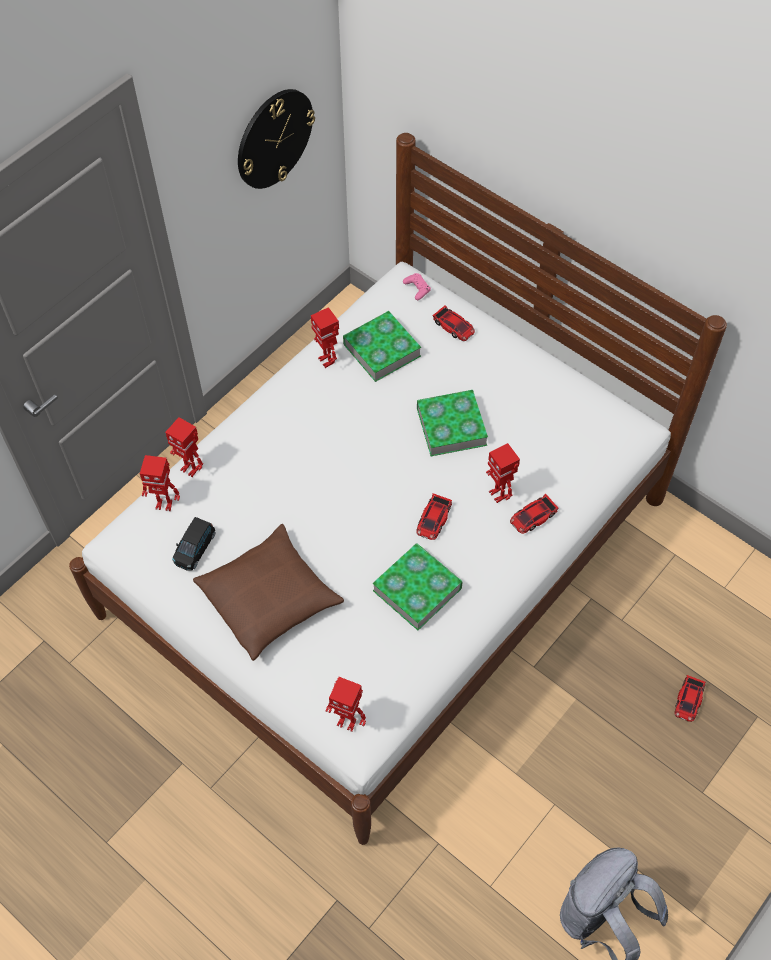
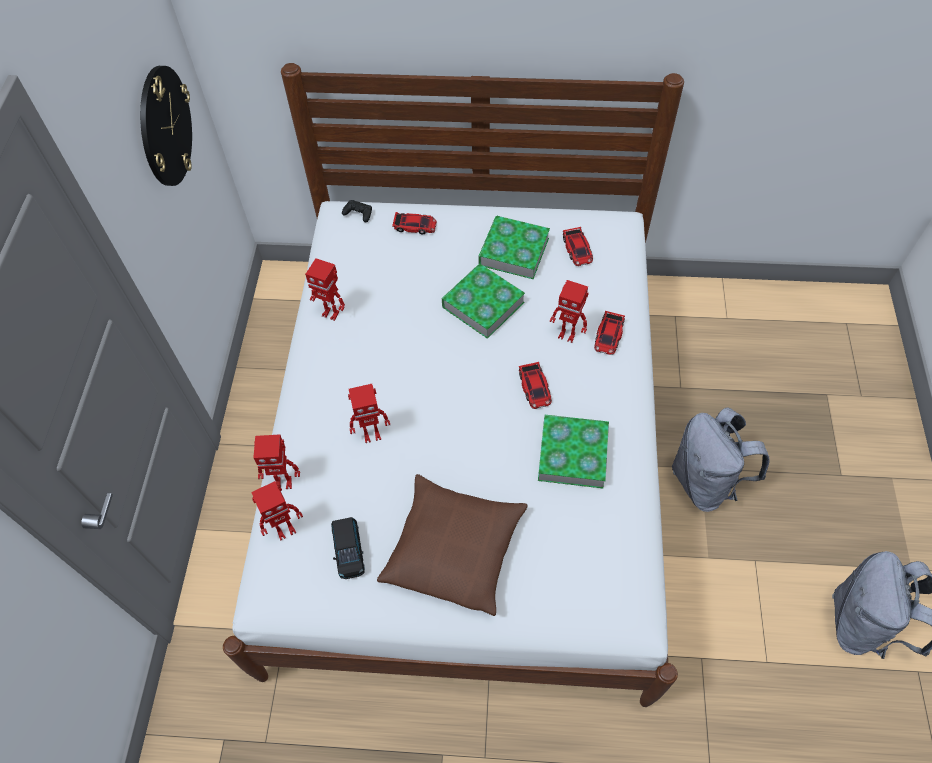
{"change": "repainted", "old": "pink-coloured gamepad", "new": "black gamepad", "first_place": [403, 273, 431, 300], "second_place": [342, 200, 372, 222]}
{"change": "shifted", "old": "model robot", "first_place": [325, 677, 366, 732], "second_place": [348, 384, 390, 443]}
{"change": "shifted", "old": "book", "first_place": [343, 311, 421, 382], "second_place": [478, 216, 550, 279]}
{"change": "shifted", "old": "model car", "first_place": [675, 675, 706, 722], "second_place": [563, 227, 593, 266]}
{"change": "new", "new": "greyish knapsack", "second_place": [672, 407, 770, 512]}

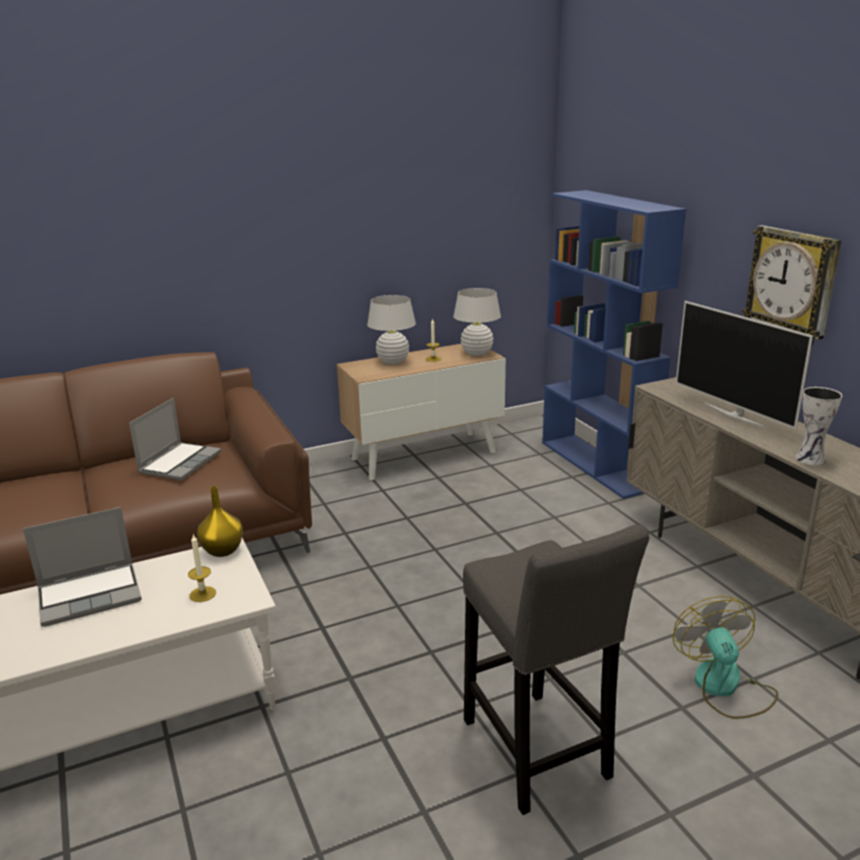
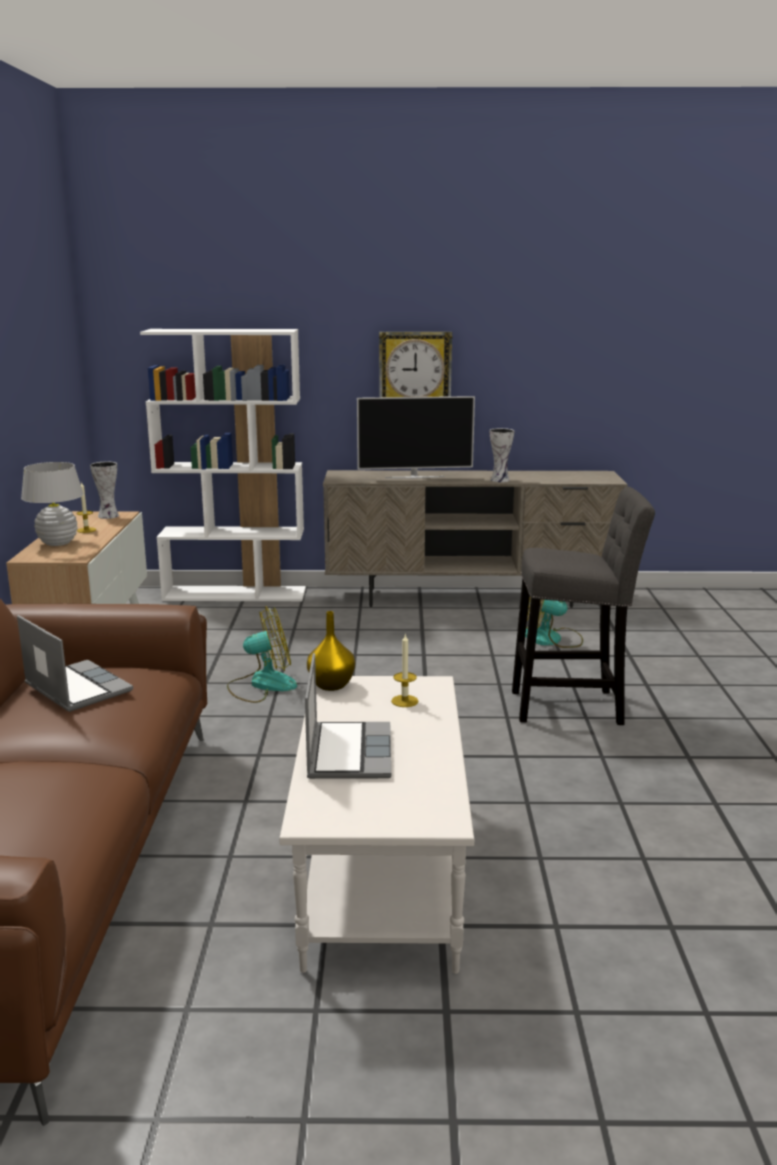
{"change": "swapped", "old": "whitish tabletop lamp", "new": "decorative vase", "first_place": [453, 288, 501, 356], "second_place": [90, 462, 119, 519]}
{"change": "repainted", "old": "bluish bookcase", "new": "whitish bookcase", "first_place": [542, 190, 686, 499], "second_place": [140, 329, 306, 601]}
{"change": "new", "new": "fan", "second_place": [227, 606, 297, 703]}

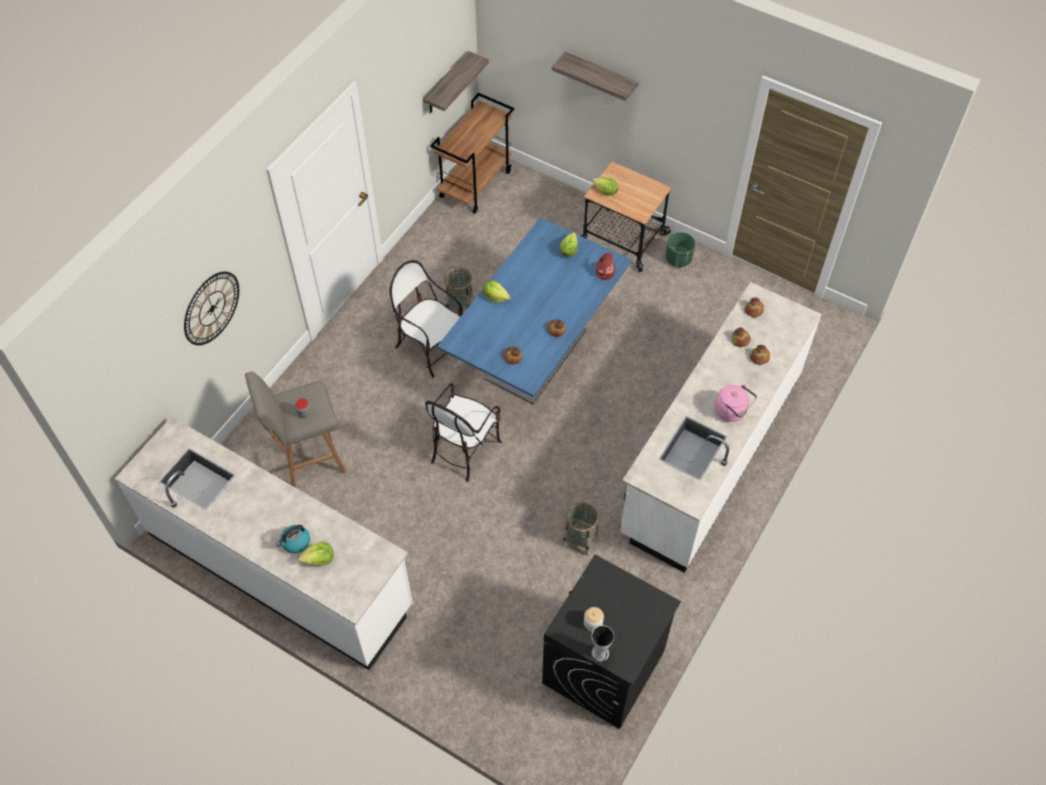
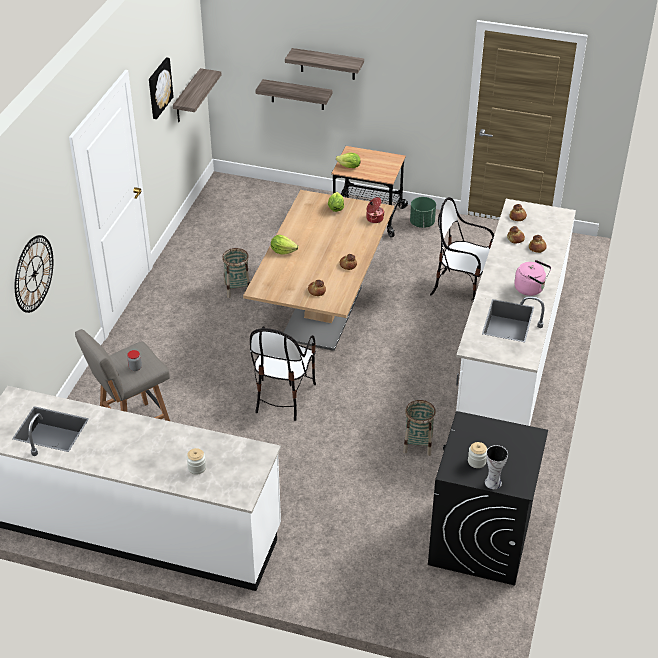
{"change": "new", "new": "wall art", "second_place": [149, 57, 174, 119]}
{"change": "swapped", "old": "head of lettuce", "new": "jar", "first_place": [298, 542, 334, 566], "second_place": [186, 448, 206, 475]}
{"change": "repainted", "old": "bluish kitchen table", "new": "brown kitchen table", "first_place": [437, 218, 632, 404], "second_place": [243, 190, 394, 351]}
{"change": "new", "new": "wall shelf", "second_place": [255, 79, 333, 110]}
{"change": "shifted", "old": "plain chair", "first_place": [390, 260, 463, 378], "second_place": [430, 197, 494, 301]}
{"change": "gone", "old": "water kettle", "first_place": [276, 525, 310, 553]}
{"change": "gone", "old": "brown wheeled cart", "first_place": [430, 93, 514, 213]}

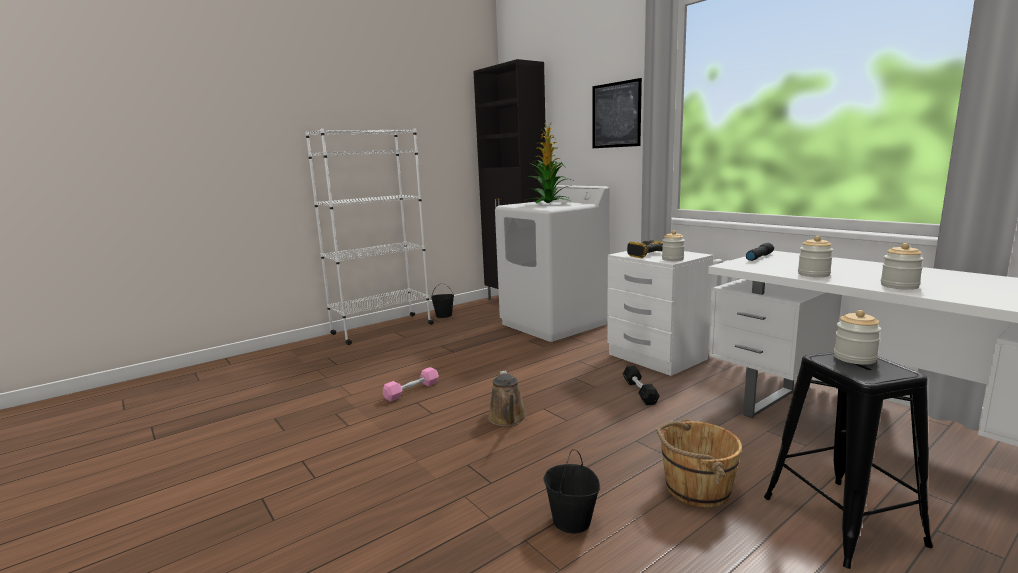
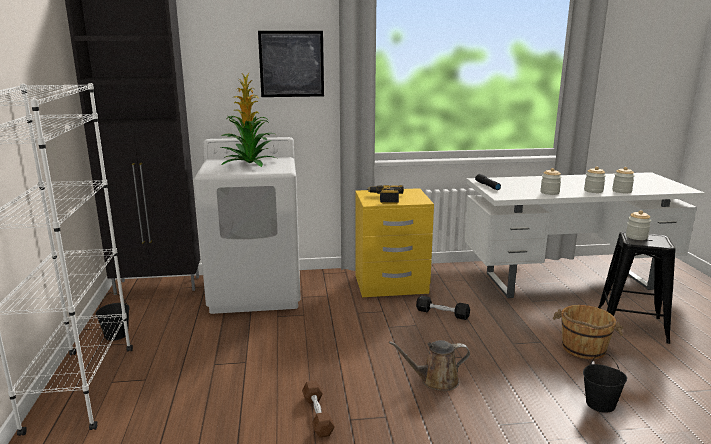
{"change": "repainted", "old": "pink-coloured dumbbell", "new": "brown dumbbell", "first_place": [383, 367, 439, 402], "second_place": [302, 380, 335, 438]}
{"change": "repainted", "old": "whitish nightstand", "new": "yellowish nightstand", "first_place": [607, 251, 713, 376], "second_place": [355, 188, 434, 297]}
{"change": "rotated", "old": "brown watering pot", "first_place": [488, 370, 527, 426], "second_place": [389, 340, 470, 391], "degrees": 150}
{"change": "shifted", "old": "jar", "first_place": [662, 231, 685, 261], "second_place": [612, 167, 635, 193]}

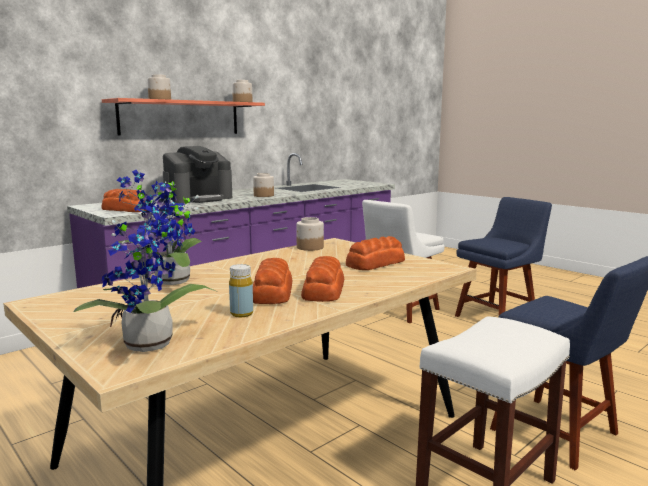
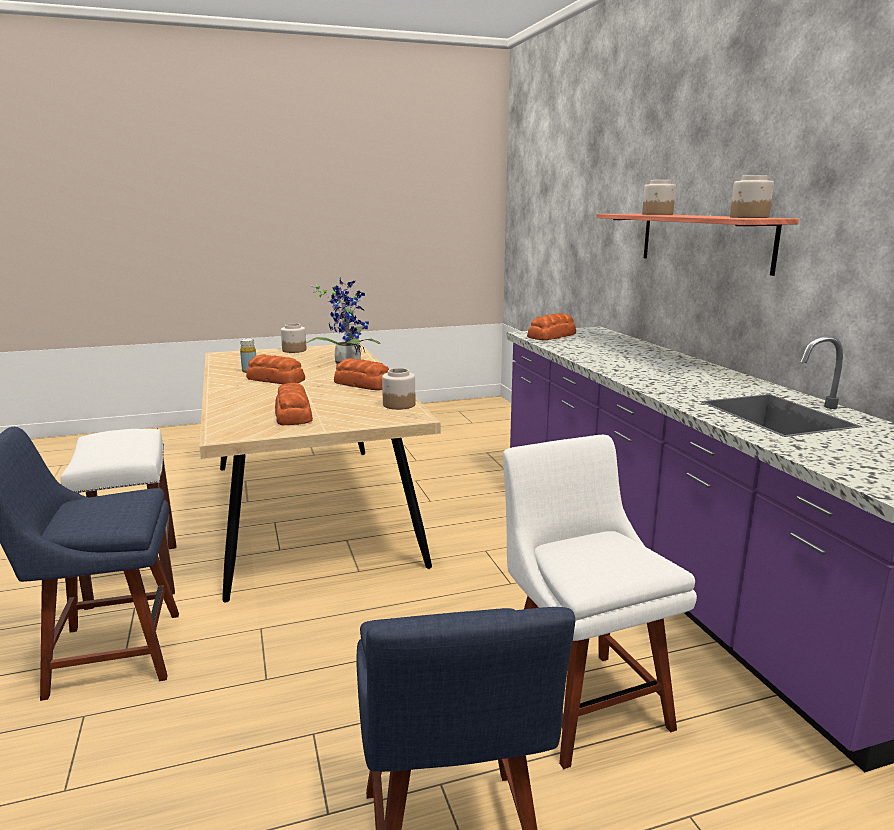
{"change": "shifted", "old": "jar", "first_place": [253, 173, 274, 197], "second_place": [281, 323, 307, 353]}
{"change": "shifted", "old": "baked bread", "first_place": [301, 256, 344, 302], "second_place": [334, 358, 389, 390]}
{"change": "gone", "old": "plant in a pot", "first_place": [74, 190, 217, 352]}
{"change": "gone", "old": "coffee brewer", "first_place": [163, 146, 232, 204]}

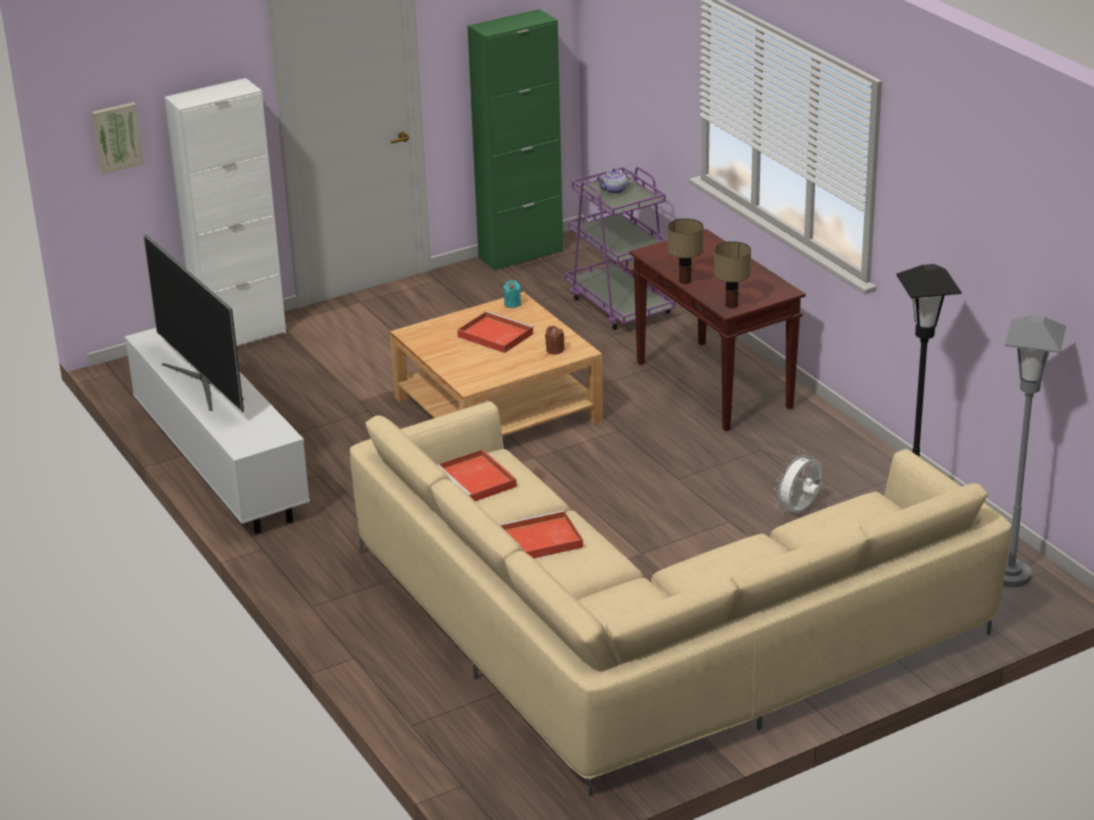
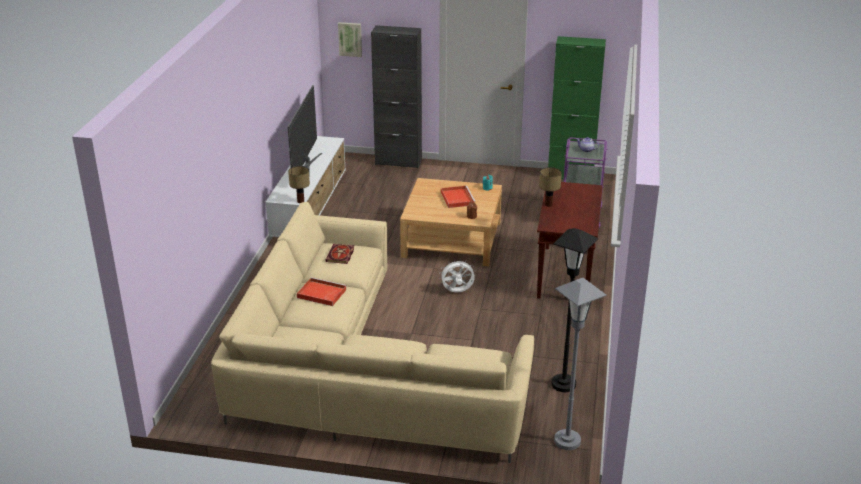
{"change": "shifted", "old": "tabletop lamp", "first_place": [714, 241, 751, 308], "second_place": [288, 166, 310, 203]}
{"change": "swapped", "old": "reddish carrying tray", "new": "book", "first_place": [438, 449, 517, 501], "second_place": [325, 244, 354, 264]}
{"change": "repainted", "old": "whitish cabinet", "new": "black cabinet", "first_place": [164, 78, 286, 346], "second_place": [371, 25, 422, 168]}
{"change": "shifted", "old": "whitish fan", "first_place": [774, 450, 823, 513], "second_place": [439, 259, 476, 293]}

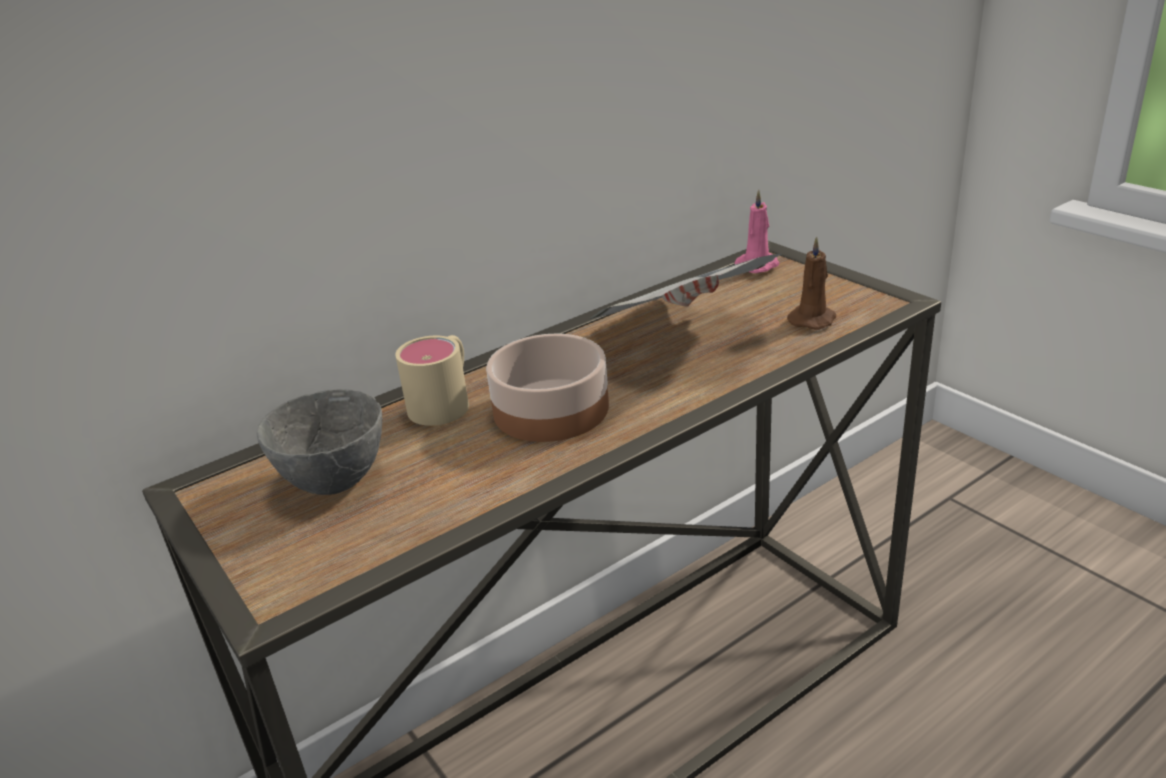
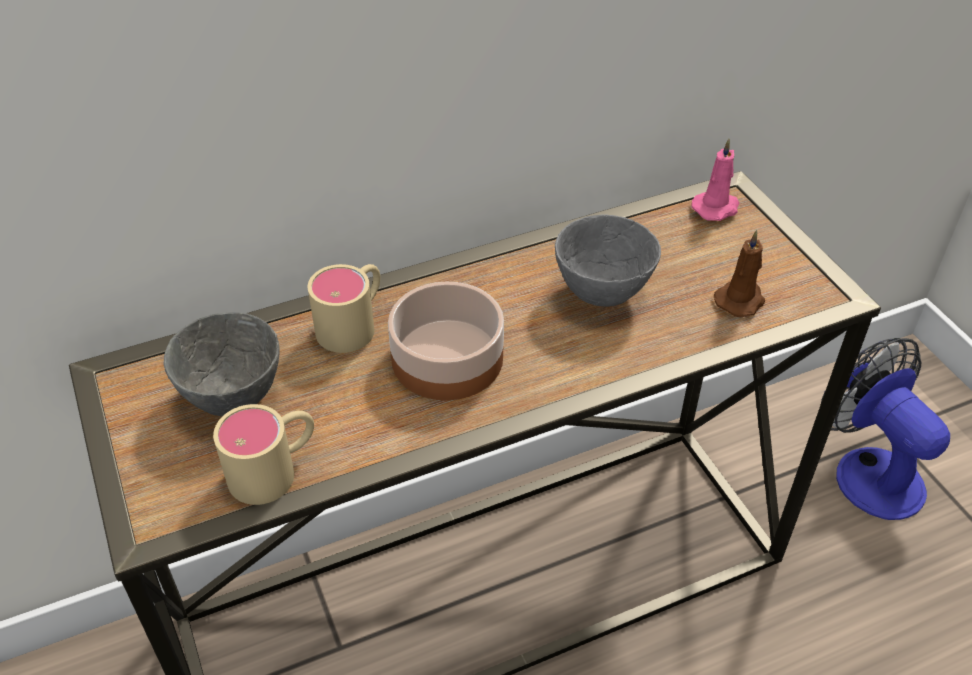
{"change": "new", "new": "beige mug", "second_place": [213, 404, 314, 505]}
{"change": "swapped", "old": "newspaper", "new": "greyish serving bowl", "first_place": [588, 254, 782, 320], "second_place": [555, 215, 661, 307]}
{"change": "new", "new": "fan", "second_place": [821, 338, 950, 520]}

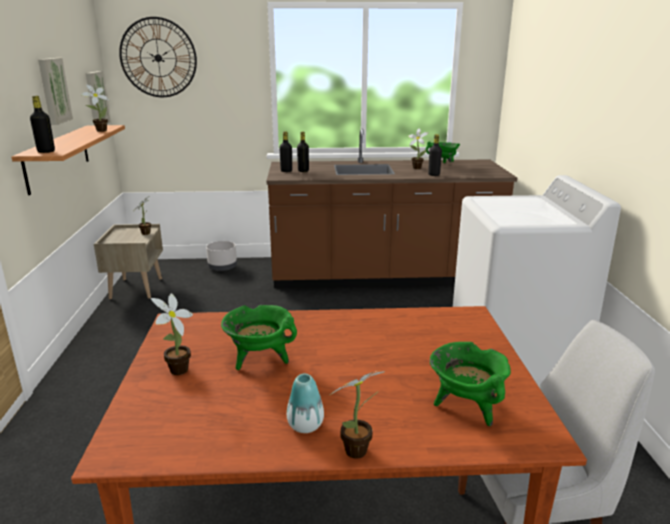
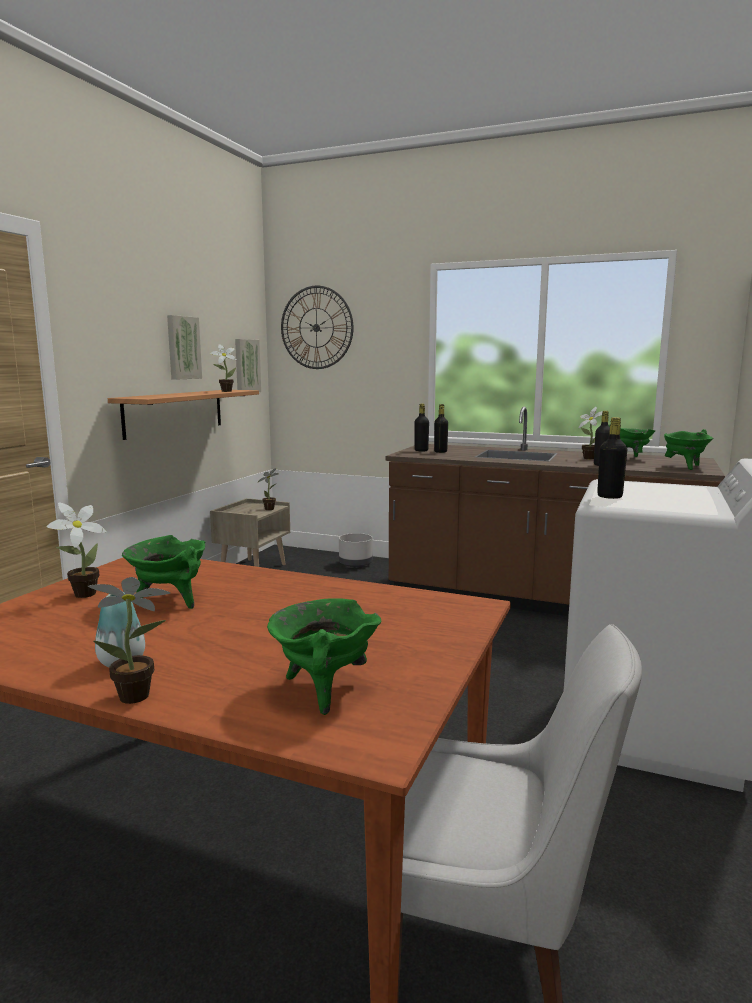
{"change": "shifted", "old": "black bottle", "first_place": [30, 96, 55, 153], "second_place": [597, 417, 627, 499]}
{"change": "new", "new": "green cooking pot", "second_place": [664, 429, 714, 470]}

